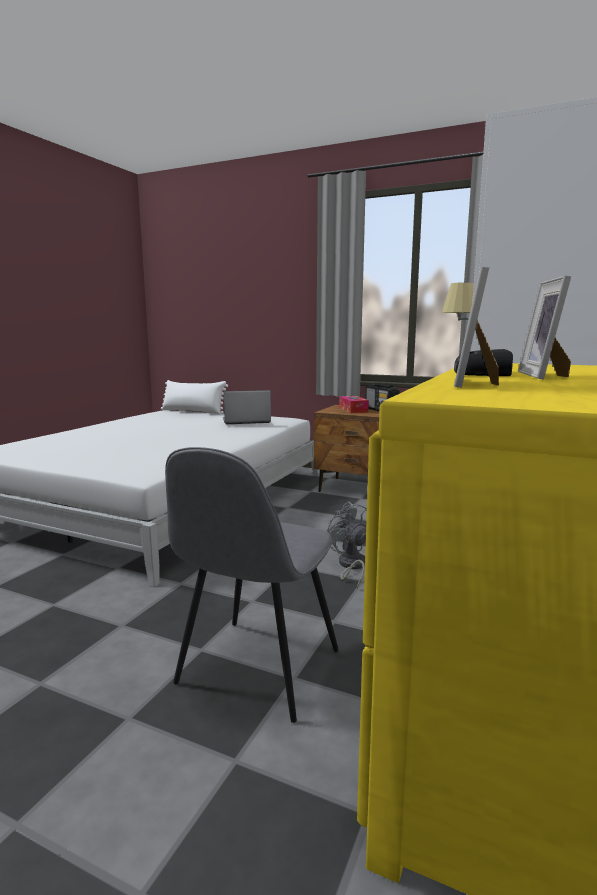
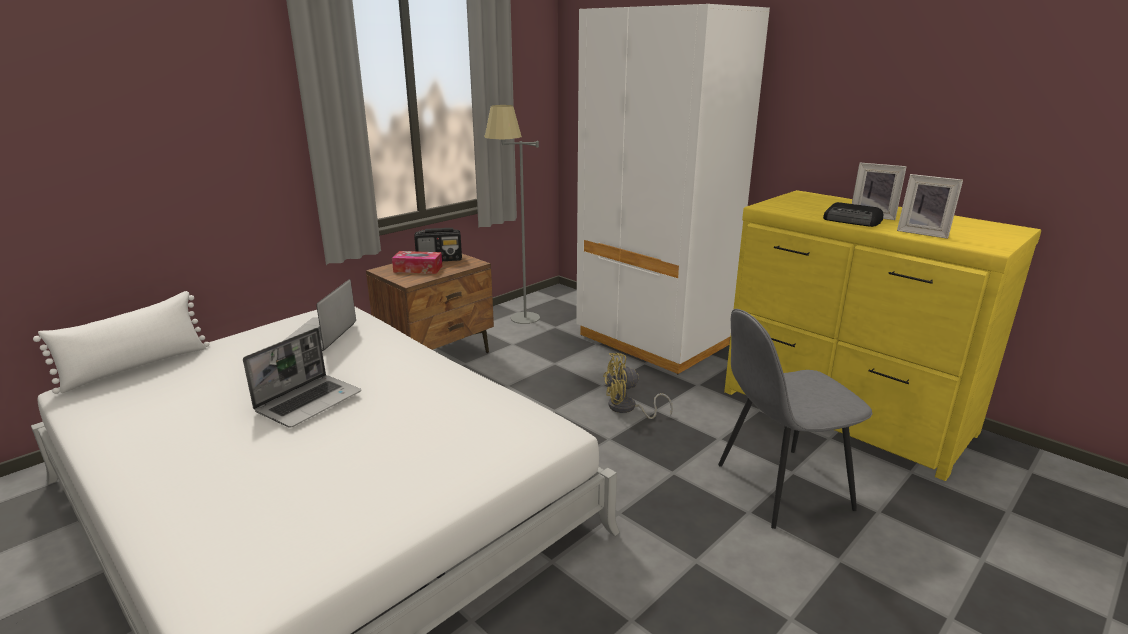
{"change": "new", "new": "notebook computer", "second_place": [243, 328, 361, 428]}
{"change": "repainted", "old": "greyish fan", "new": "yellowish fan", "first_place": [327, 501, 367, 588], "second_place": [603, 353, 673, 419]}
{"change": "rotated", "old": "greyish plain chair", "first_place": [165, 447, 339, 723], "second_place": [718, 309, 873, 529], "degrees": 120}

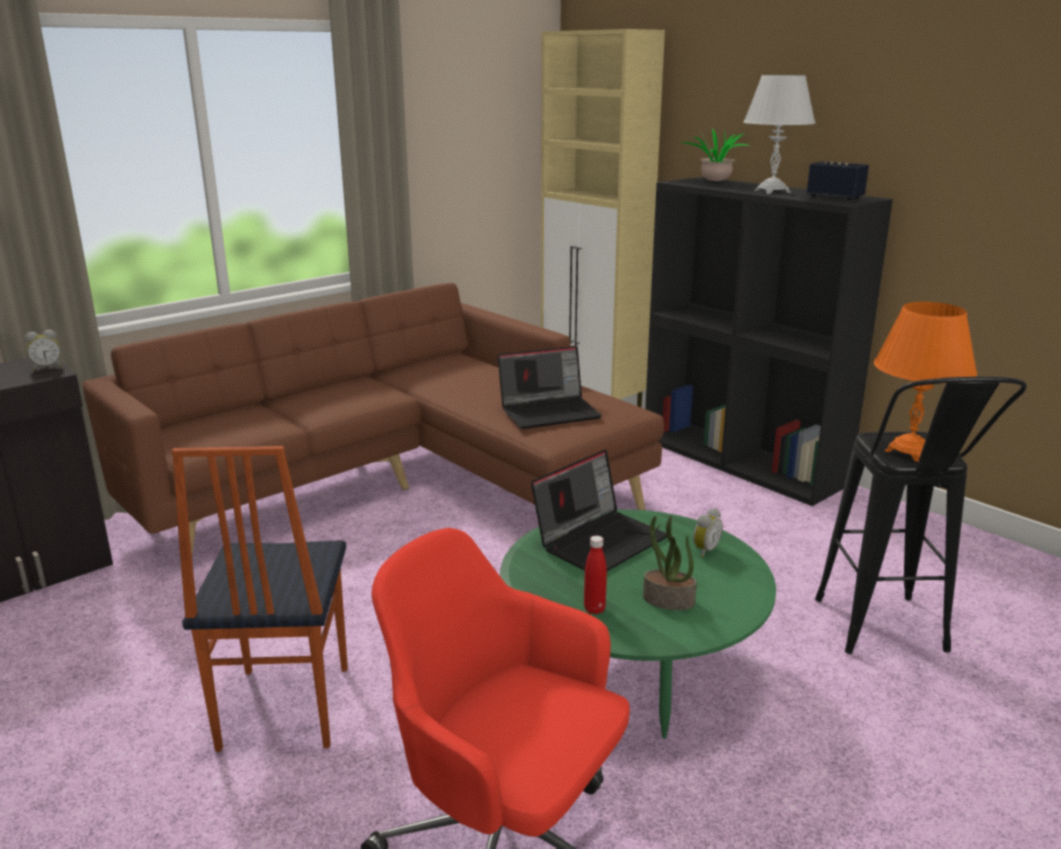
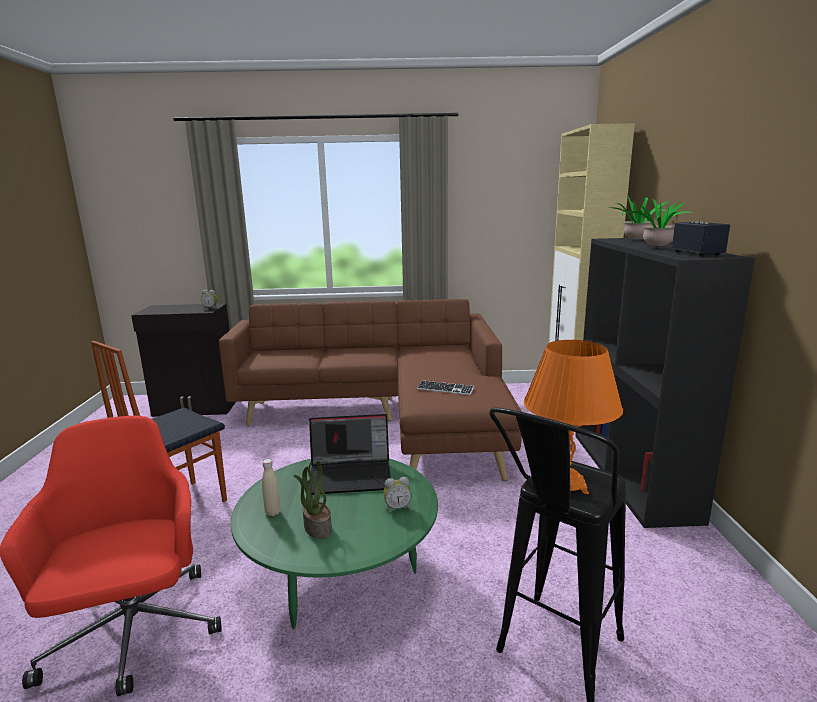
{"change": "repainted", "old": "reddish bottle", "new": "beige bottle", "first_place": [584, 536, 607, 614], "second_place": [262, 459, 281, 516]}
{"change": "swapped", "old": "notebook computer", "new": "computer keyboard", "first_place": [498, 346, 602, 429], "second_place": [417, 380, 474, 395]}
{"change": "swapped", "old": "whitish tabletop lamp", "new": "plant in a pot", "first_place": [743, 75, 815, 194], "second_place": [626, 197, 693, 246]}

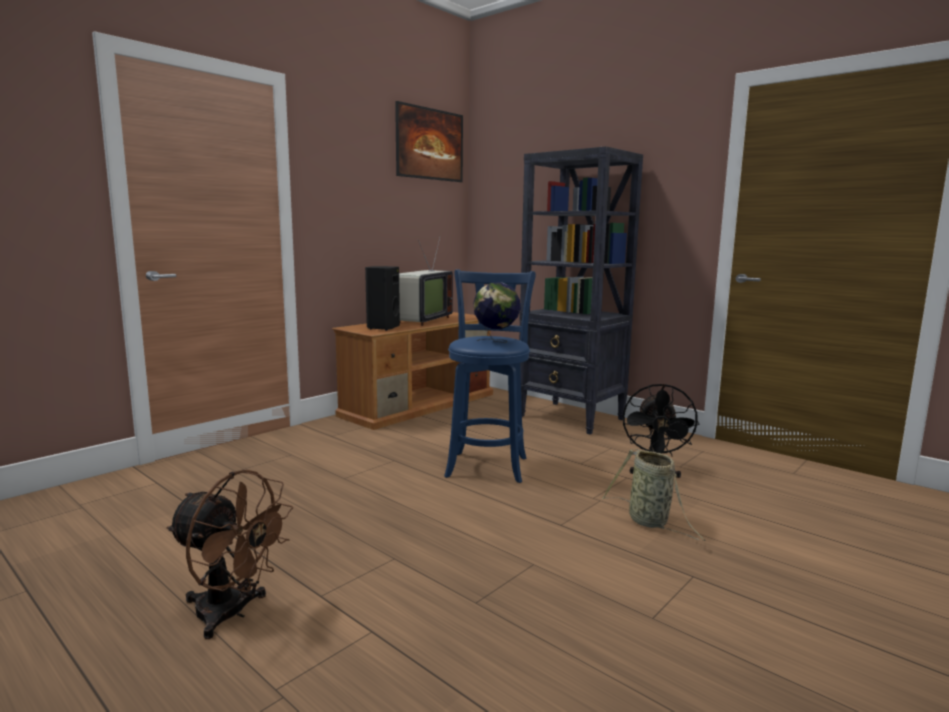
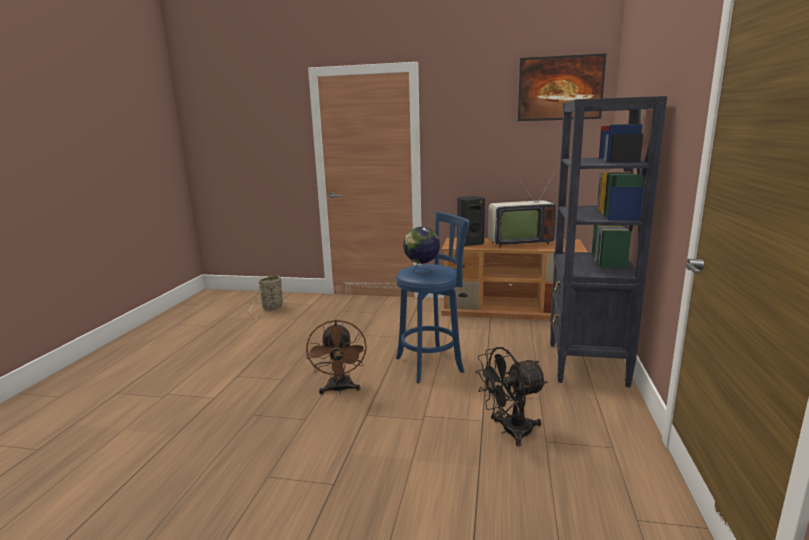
{"change": "shifted", "old": "storage basket", "first_place": [602, 449, 706, 541], "second_place": [248, 275, 289, 316]}
{"change": "shifted", "old": "brown fan", "first_place": [167, 470, 293, 639], "second_place": [306, 320, 367, 394]}

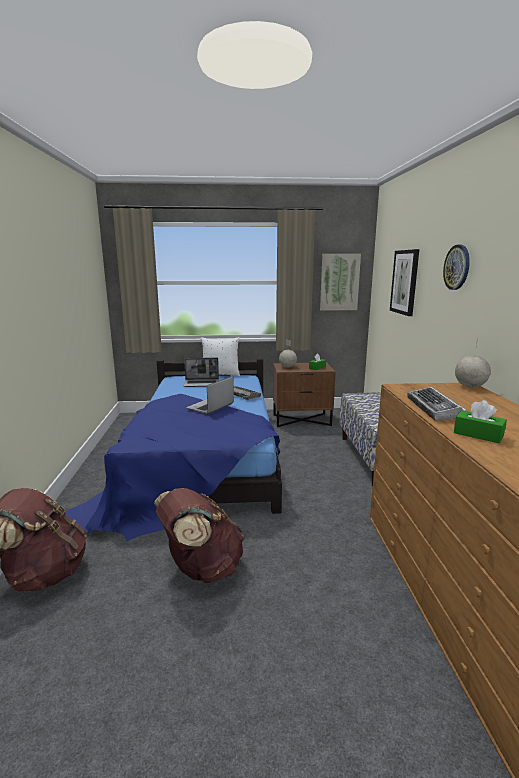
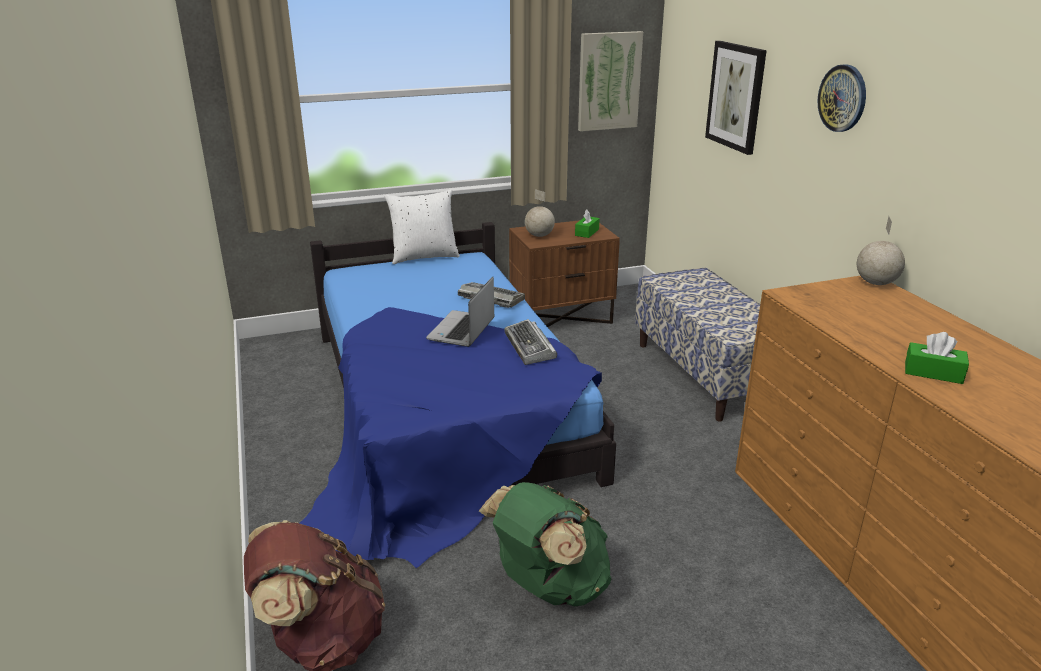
{"change": "repainted", "old": "brown knapsack", "new": "green knapsack", "first_place": [154, 488, 245, 583], "second_place": [479, 482, 611, 606]}
{"change": "shifted", "old": "computer keyboard", "first_place": [407, 387, 468, 421], "second_place": [504, 319, 557, 365]}
{"change": "gone", "old": "notebook computer", "first_place": [184, 358, 219, 387]}

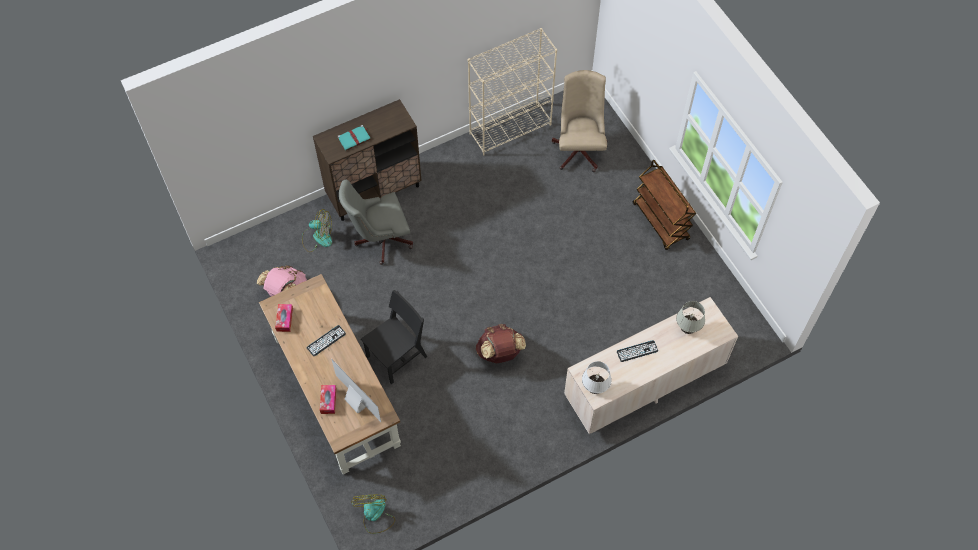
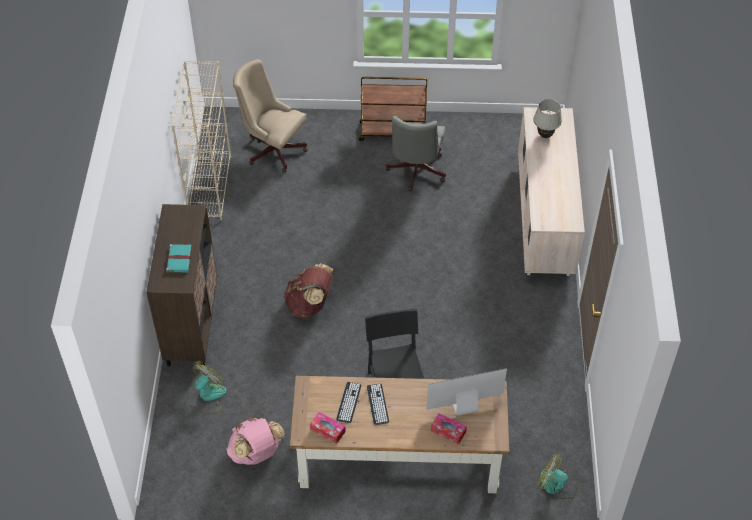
{"change": "shifted", "old": "brown knapsack", "first_place": [476, 324, 526, 364], "second_place": [283, 264, 334, 318]}
{"change": "shifted", "old": "computer keyboard", "first_place": [617, 340, 658, 362], "second_place": [336, 382, 361, 423]}
{"change": "shifted", "old": "greyish desk chair", "first_place": [339, 180, 413, 265], "second_place": [386, 116, 446, 191]}
{"change": "gone", "old": "whitish tabletop lamp", "first_place": [582, 361, 612, 394]}

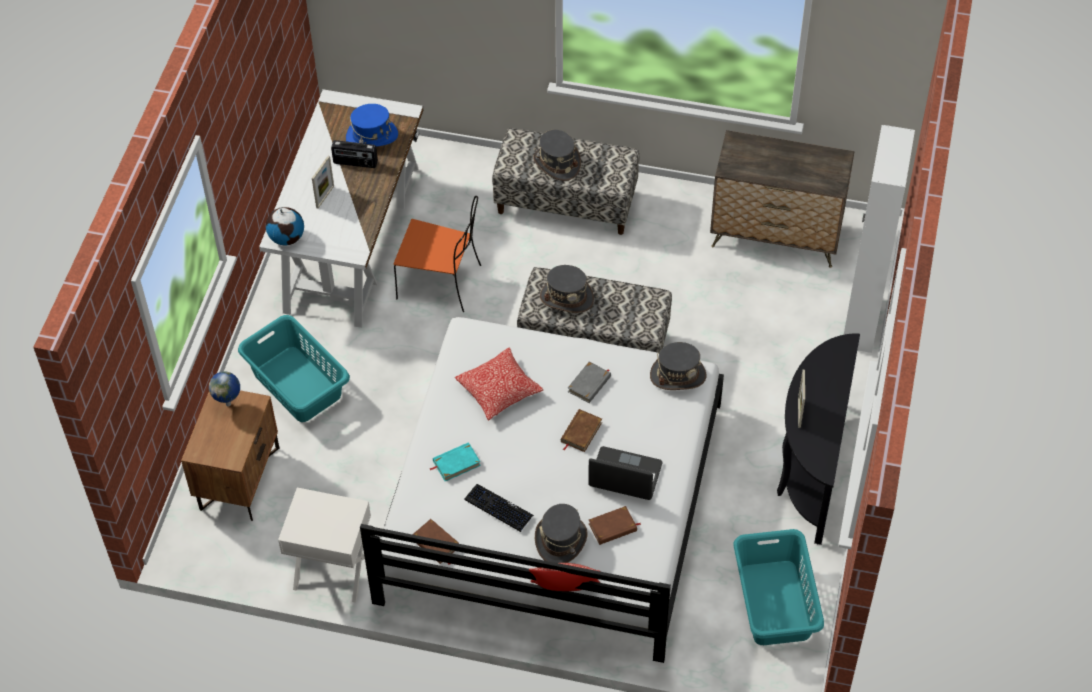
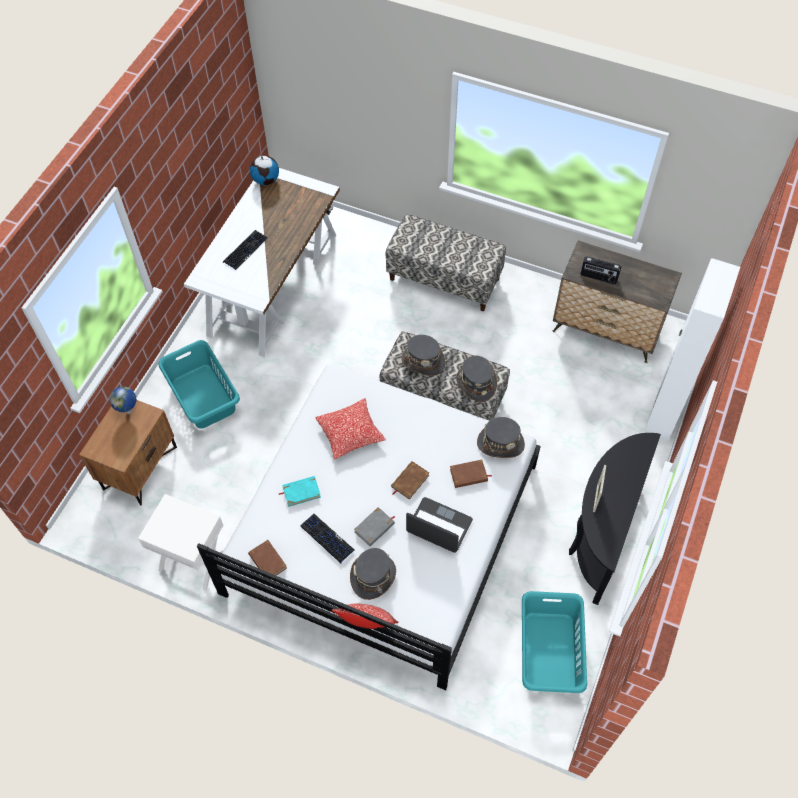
{"change": "swapped", "old": "photo frame", "new": "computer keyboard", "first_place": [312, 156, 334, 209], "second_place": [223, 230, 267, 270]}
{"change": "shifted", "old": "world globe", "first_place": [266, 207, 304, 245], "second_place": [250, 155, 279, 185]}
{"change": "shifted", "old": "greyish book", "first_place": [568, 361, 611, 403], "second_place": [354, 507, 395, 546]}
{"change": "shifted", "old": "brown book", "first_place": [589, 506, 641, 545], "second_place": [450, 460, 492, 488]}
{"change": "shifted", "old": "greyish wearable hat", "first_place": [533, 130, 581, 181], "second_place": [456, 355, 497, 402]}
{"change": "shifted", "old": "radio set", "first_place": [331, 140, 378, 168], "second_place": [580, 256, 621, 284]}
{"change": "gone", "old": "bluish wearable hat", "first_place": [346, 104, 398, 147]}
{"change": "gone", "old": "orangey plain chair", "first_place": [394, 196, 481, 312]}

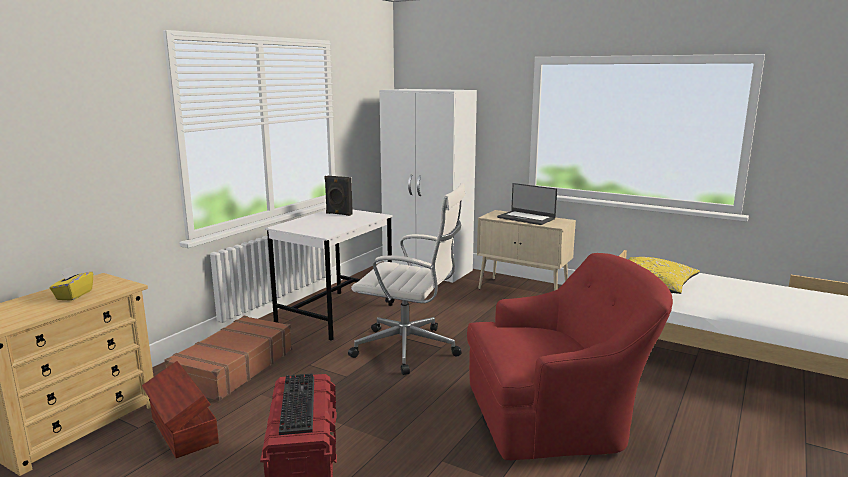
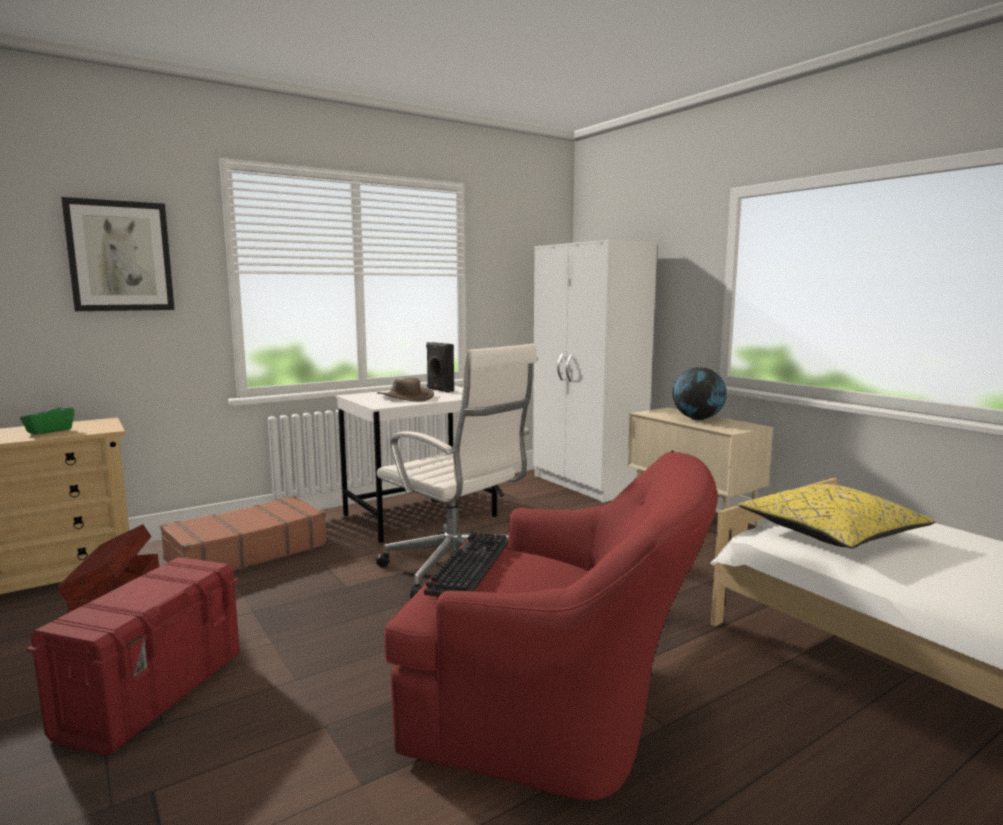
{"change": "repainted", "old": "yellowish box of tissues", "new": "green box of tissues", "first_place": [49, 266, 93, 301], "second_place": [20, 399, 74, 435]}
{"change": "new", "new": "wall art", "second_place": [61, 197, 175, 311]}
{"change": "new", "new": "brown wearable hat", "second_place": [377, 378, 434, 402]}
{"change": "shifted", "old": "computer keyboard", "first_place": [279, 374, 314, 435], "second_place": [424, 531, 508, 597]}
{"change": "swapped", "old": "notebook computer", "new": "world globe", "first_place": [497, 183, 557, 225], "second_place": [673, 367, 727, 420]}

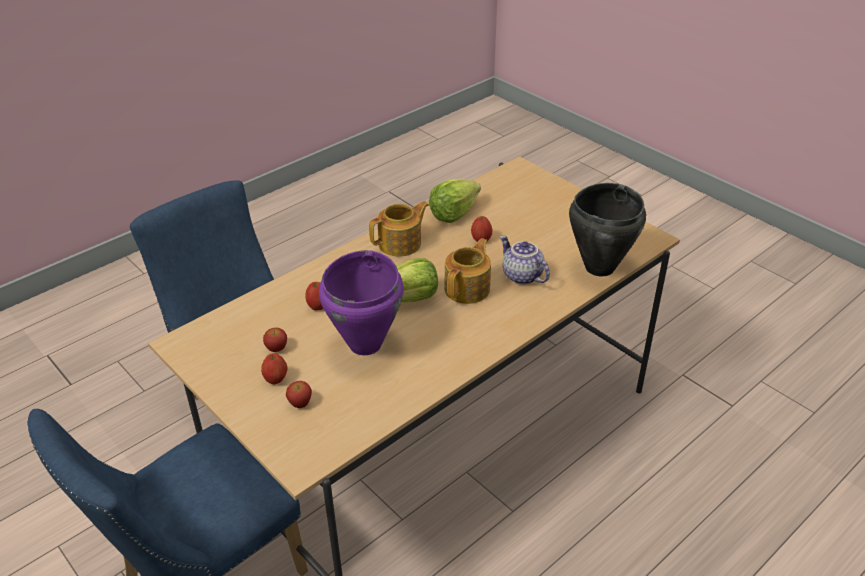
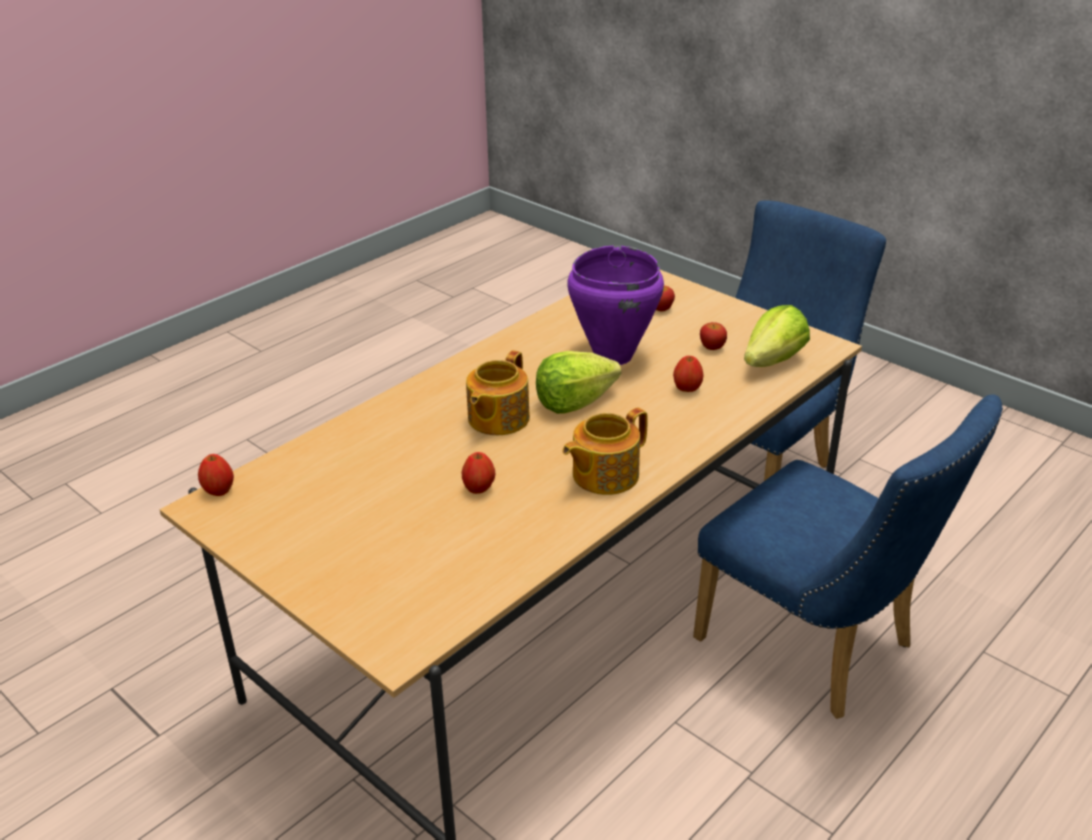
{"change": "shifted", "old": "apple", "first_place": [261, 353, 288, 384], "second_place": [198, 454, 234, 496]}
{"change": "shifted", "old": "head of lettuce", "first_place": [429, 178, 481, 223], "second_place": [744, 305, 810, 367]}
{"change": "gone", "old": "tea pot", "first_place": [500, 235, 550, 285]}
{"change": "gone", "old": "black cooking pot", "first_place": [569, 183, 646, 276]}

